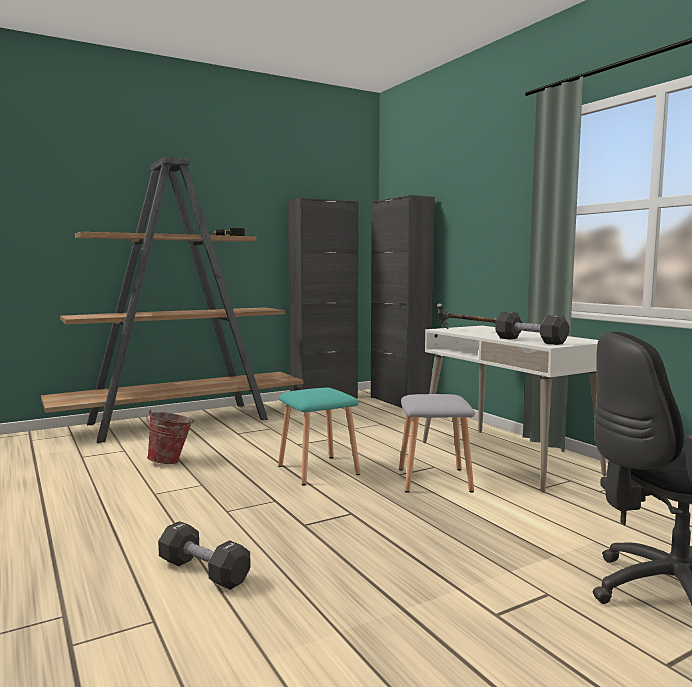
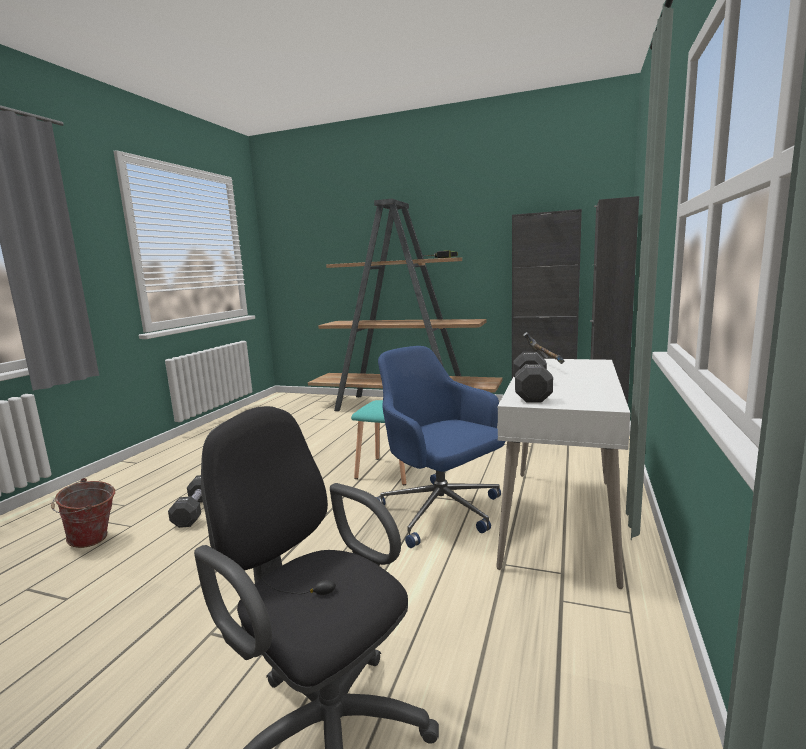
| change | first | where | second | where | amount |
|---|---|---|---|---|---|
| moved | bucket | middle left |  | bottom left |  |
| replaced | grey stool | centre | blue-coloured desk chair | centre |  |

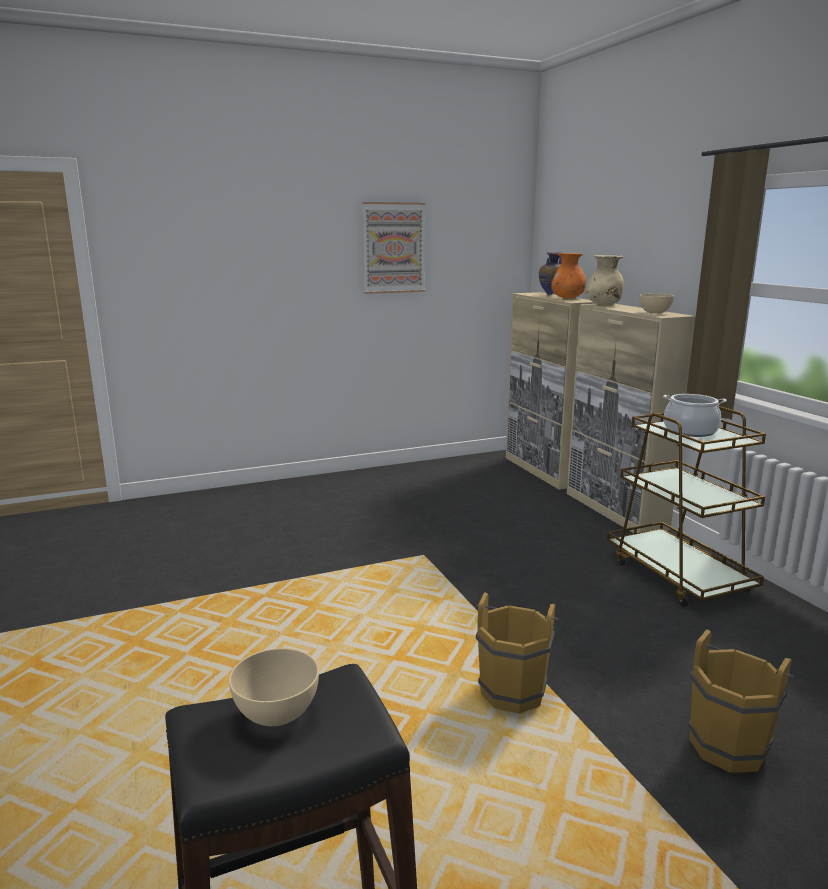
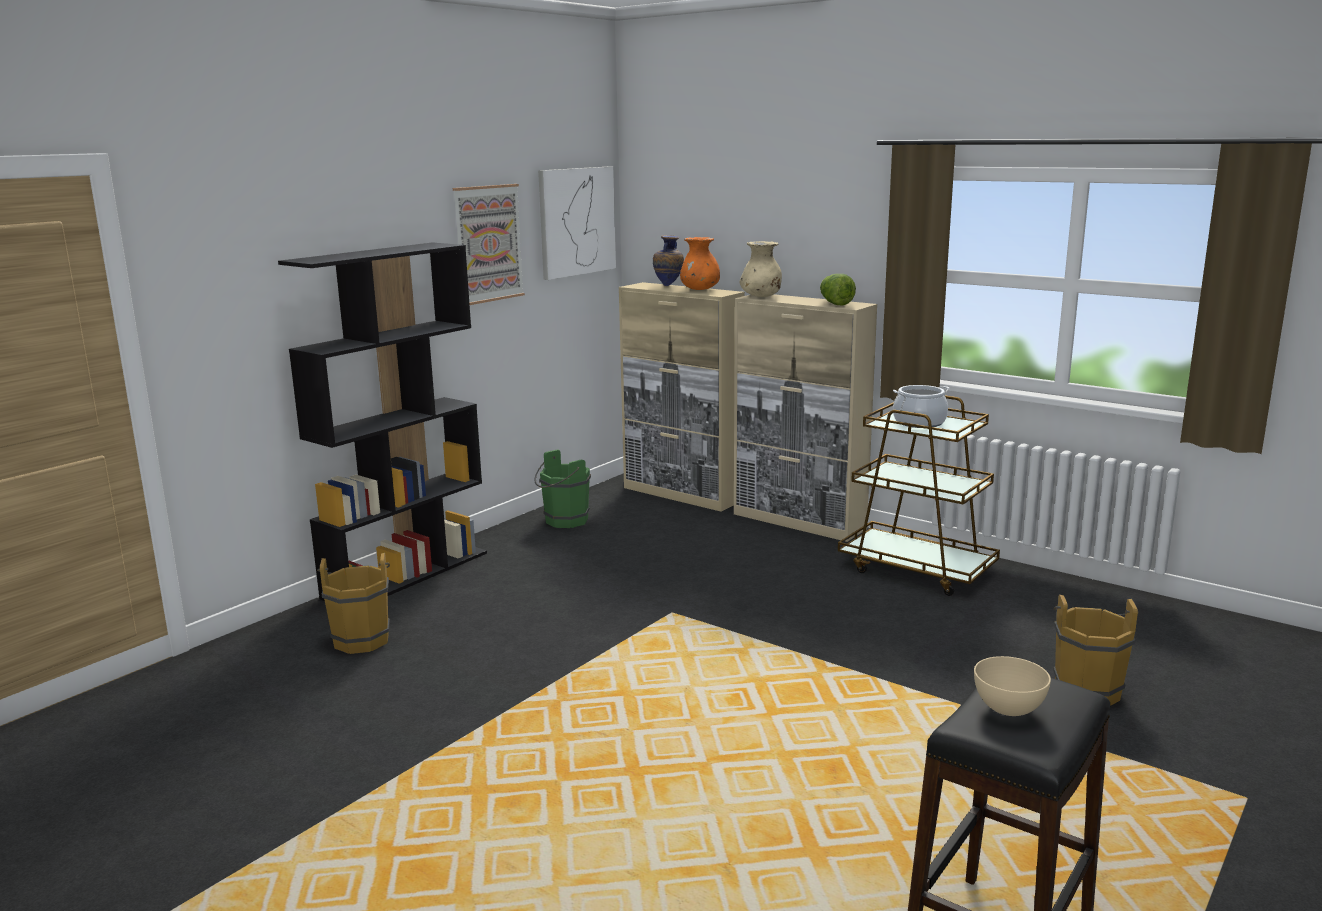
| change | first | where | second | where | amount |
|---|---|---|---|---|---|
| moved | brown bucket (1st from left) | bottom centre |  | middle left |  |
| replaced | beige bowl (2nd from left) | middle right | head of lettuce | top centre |  |
| added |  |  | black bookcase | middle left |  |
| added |  |  | greenish bucket | centre |  |
| added |  |  | picture (2nd from left) | top centre |  |

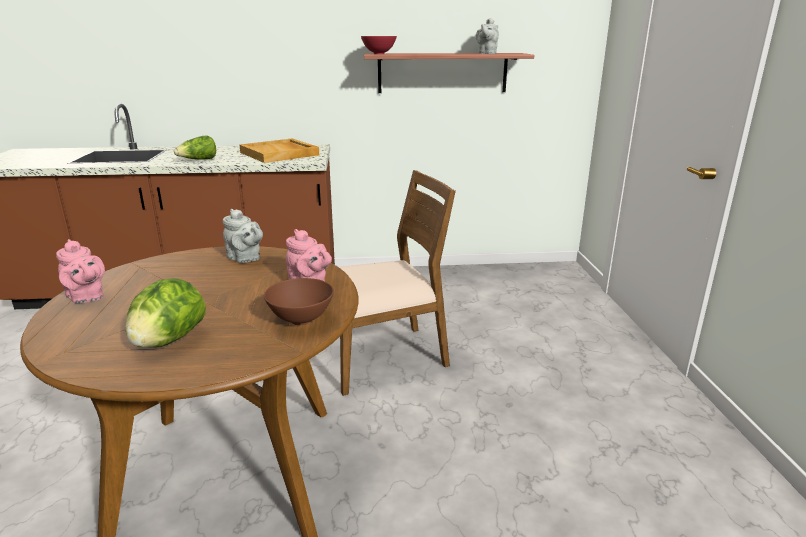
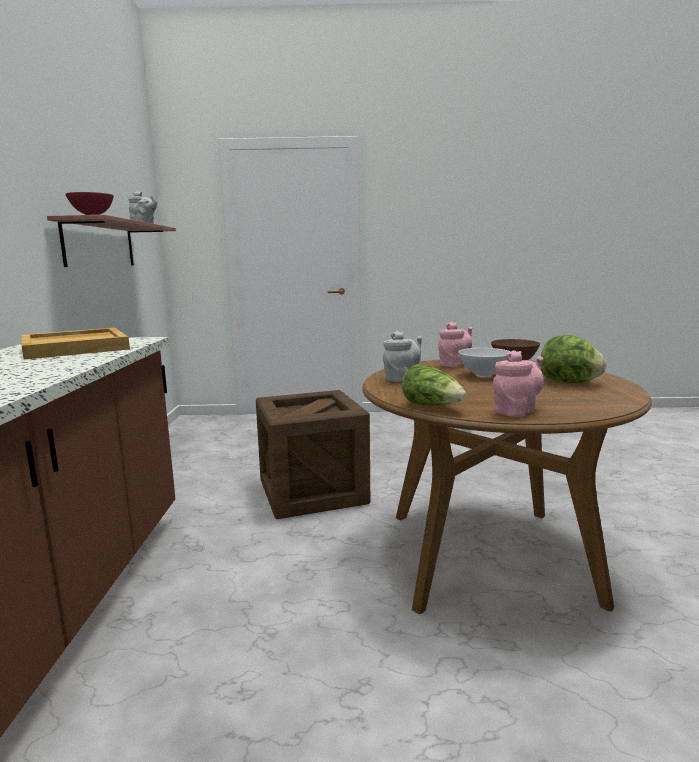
| change | first | where | second | where | amount |
|---|---|---|---|---|---|
| moved | head of lettuce (2nd from left in the first image) | top left | head of lettuce (1st from left) | centre |  |
| replaced | brown plain chair | centre | packing crate | centre |  |
| added |  |  | white-coloured bowl | middle right |  |

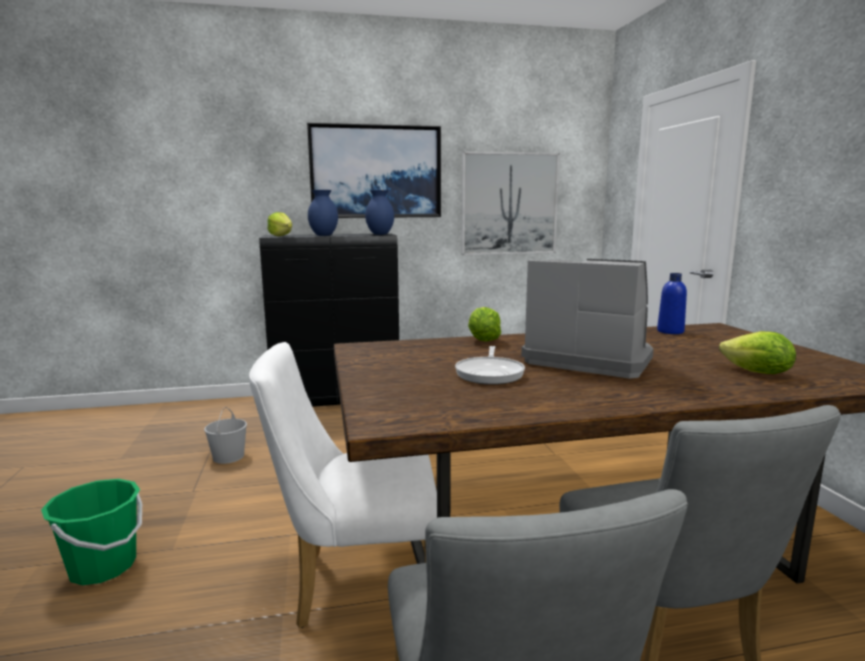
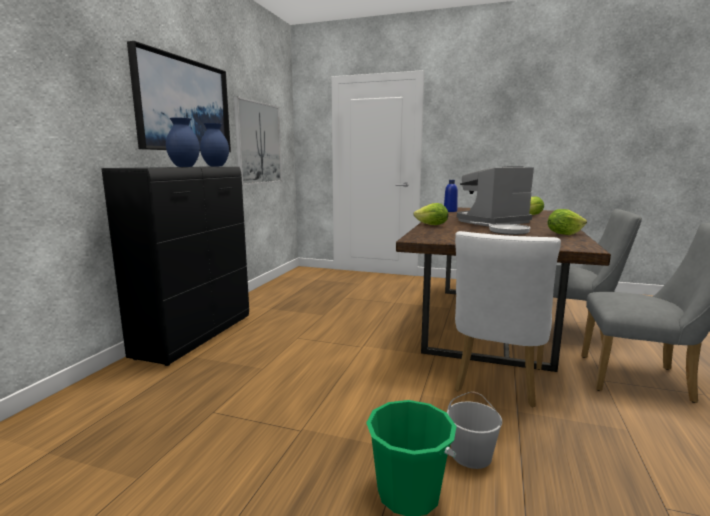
| change | first | where | second | where | amount |
|---|---|---|---|---|---|
| moved | white-coloured bucket | middle left |  | bottom right |  |
| moved | head of lettuce (1st from left in the first image) | middle left | head of lettuce (3rd from left) | middle right |  |

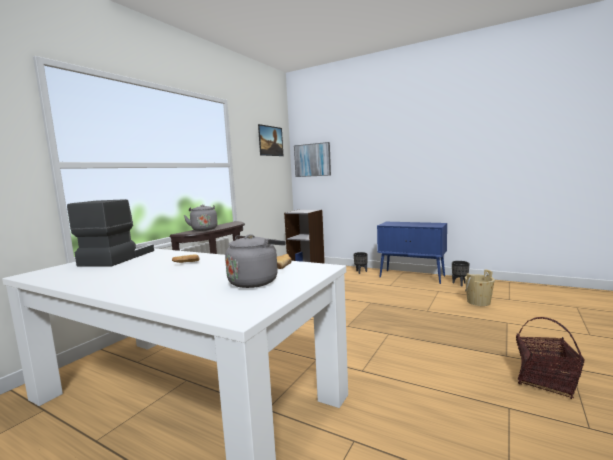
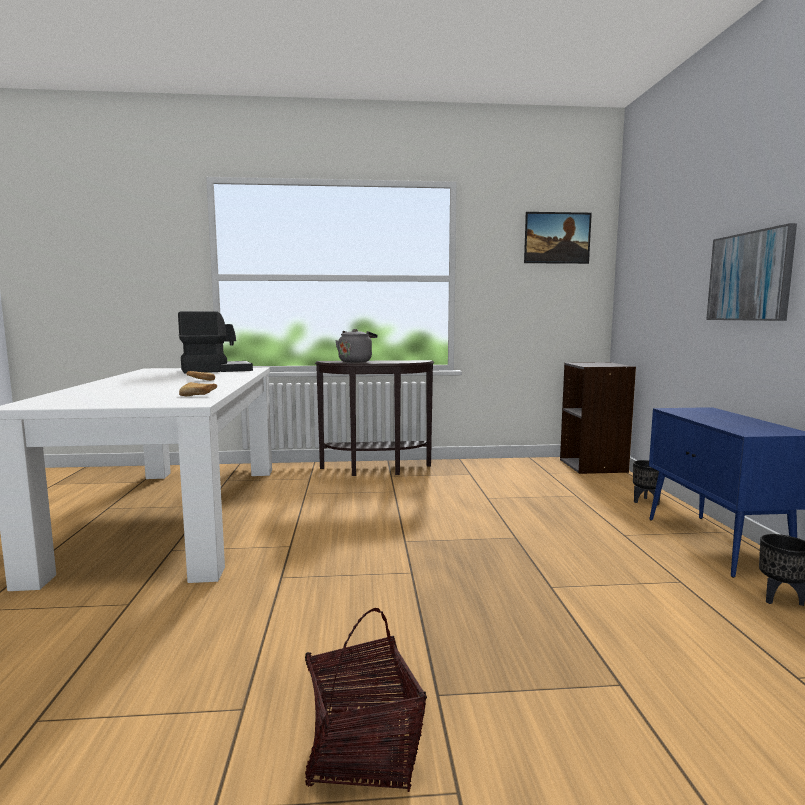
| change | first | where | second | where | amount |
|---|---|---|---|---|---|
| removed | grey water kettle (2nd from left) | centre |  |  |  |
| moved | picture (2nd from left) | centre |  | middle right |  |
| removed | beige bucket | middle right |  |  |  |

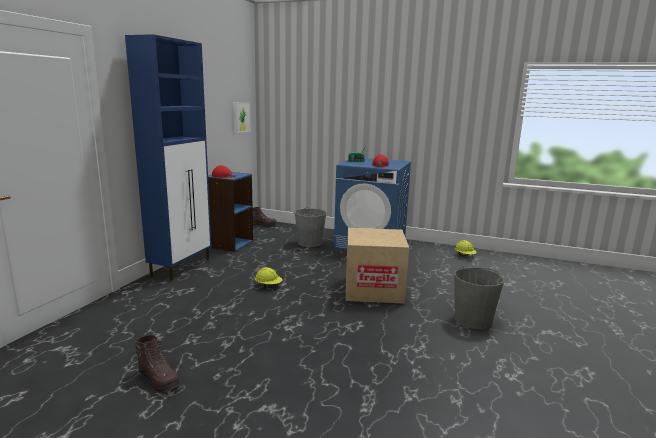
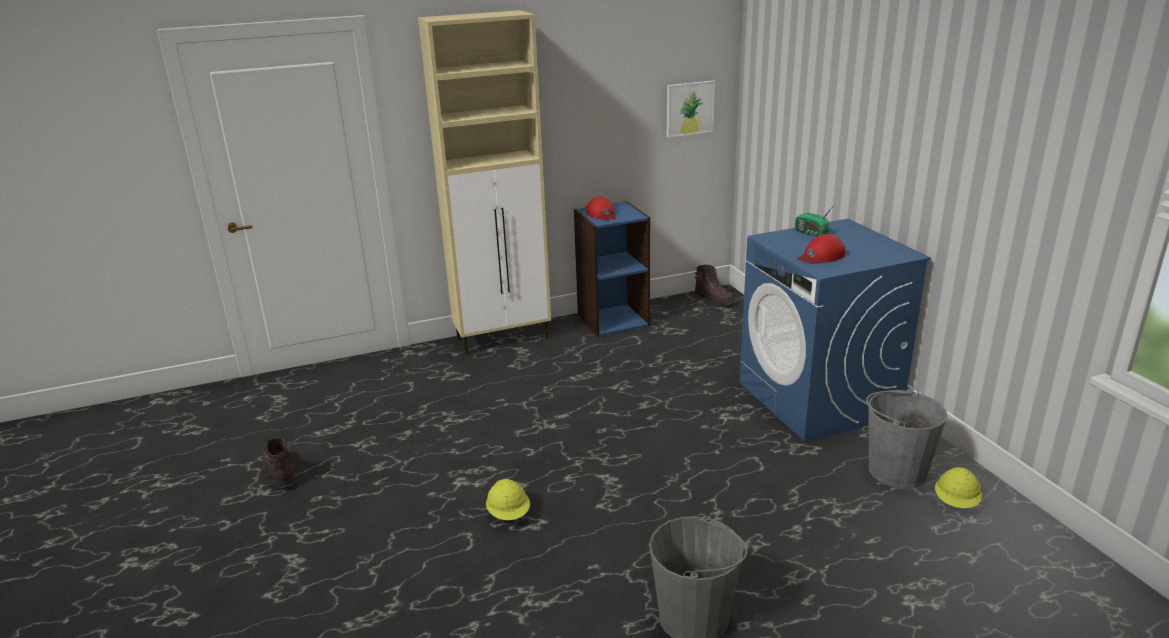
| change | first | where | second | where | amount |
|---|---|---|---|---|---|
| recoloured | blue-coloured storage cabinet | middle left | beige storage cabinet | top centre |  |
| turned | brown high-top boot (1st from left) | bottom left |  | bottom left | 150 degrees clockwise |
| moved | yellowish safety helmet (1st from left) | centre |  | bottom centre |  |
| moved | grey bucket (1st from left in the first image) | centre | grey bucket (2nd from left) | bottom right |  |
| removed | packing box | centre |  |  |  |

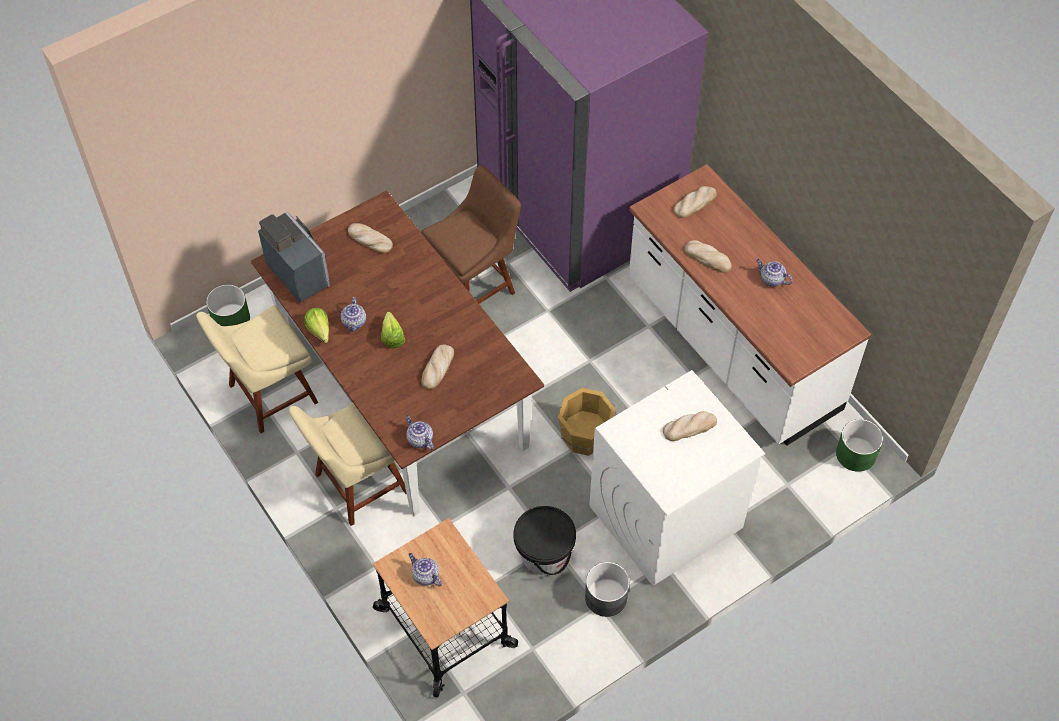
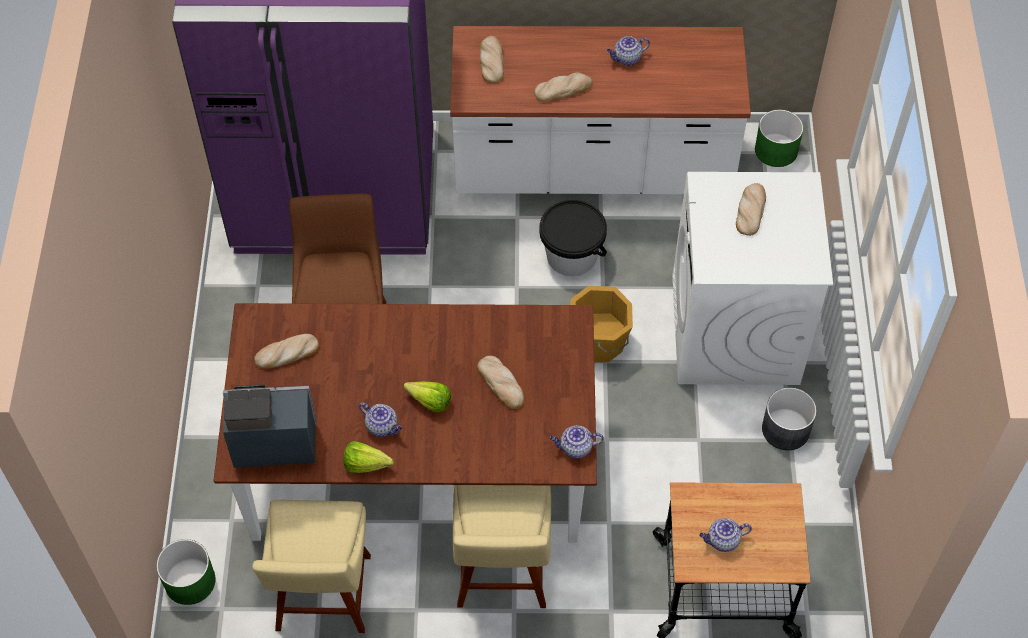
| change | first | where | second | where | amount |
|---|---|---|---|---|---|
| moved | black bucket | bottom centre |  | centre |  |

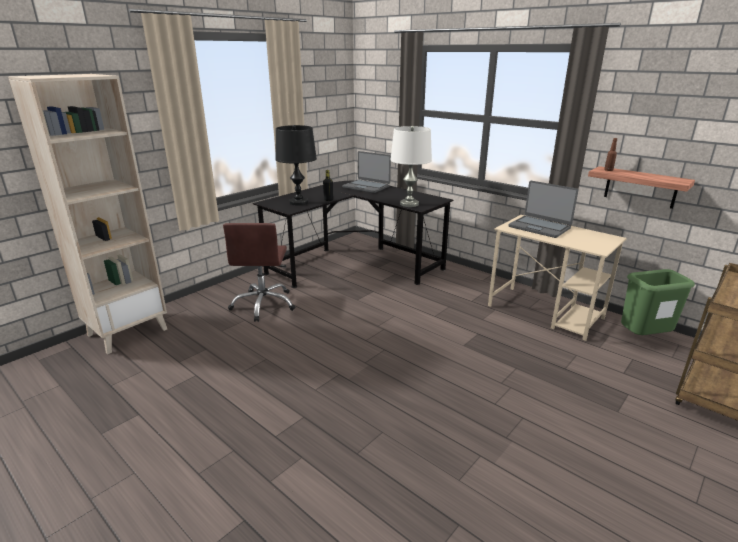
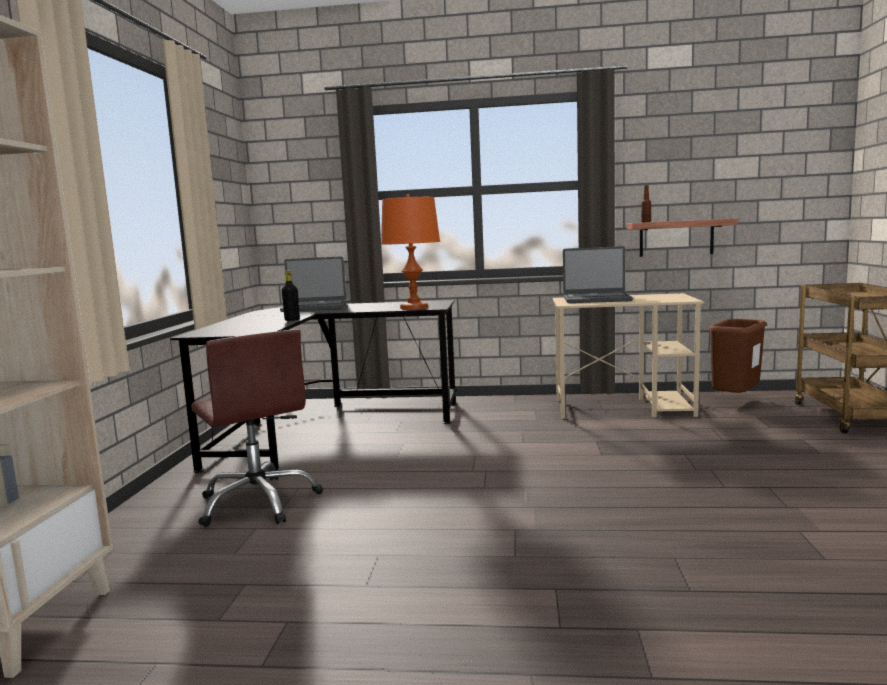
| change | first | where | second | where | amount |
|---|---|---|---|---|---|
| removed | black tabletop lamp | top centre |  |  |  |
| recoloured | white-coloured tabletop lamp | top centre | orangey tabletop lamp | centre |  |
| recoloured | greenish trash can | middle right | brown trash can | middle right |  |

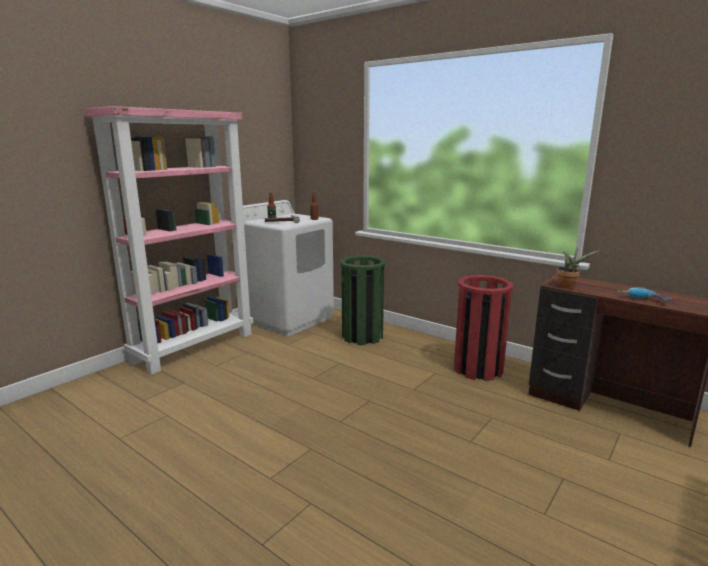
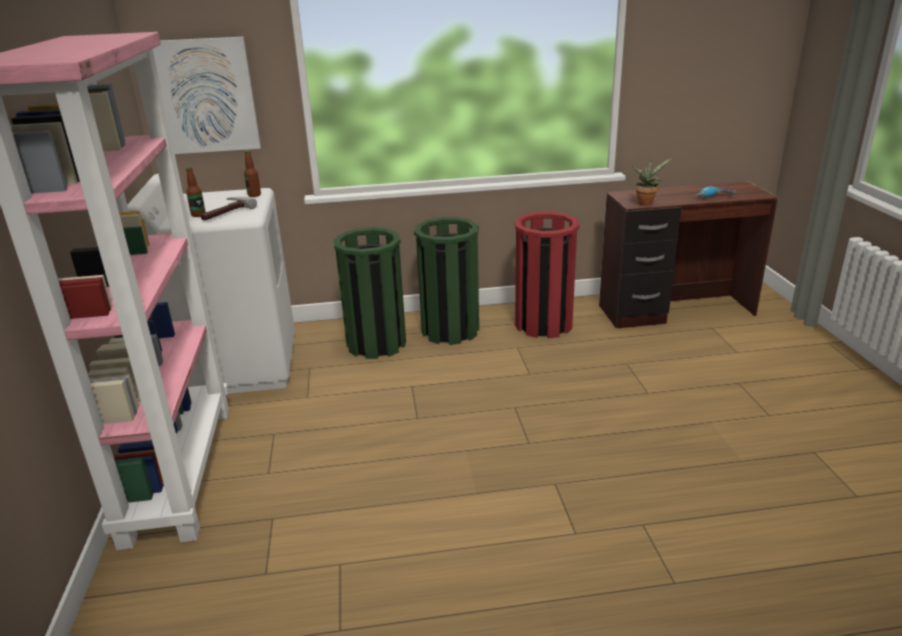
| change | first | where | second | where | amount |
|---|---|---|---|---|---|
| added |  |  | picture | top left |  |
| added |  |  | greenish trash can (2nd from left) | centre |  |

